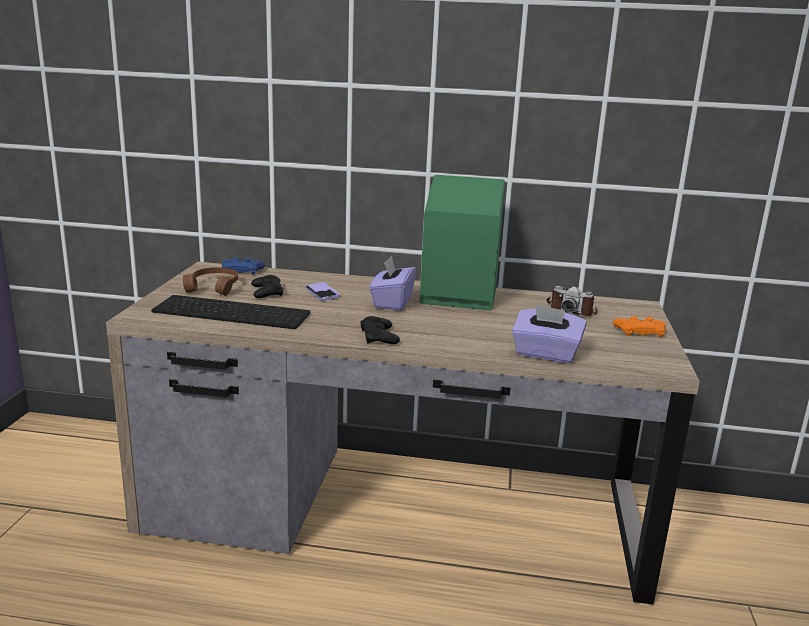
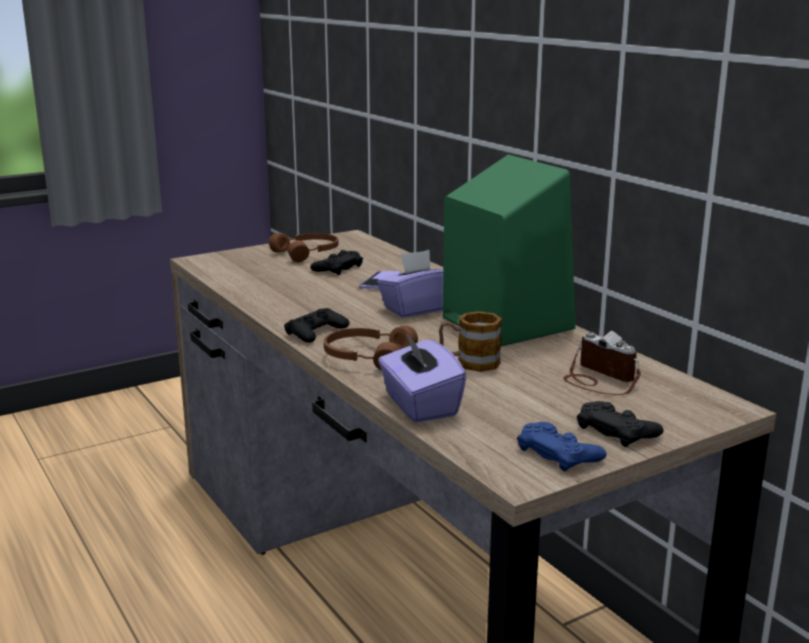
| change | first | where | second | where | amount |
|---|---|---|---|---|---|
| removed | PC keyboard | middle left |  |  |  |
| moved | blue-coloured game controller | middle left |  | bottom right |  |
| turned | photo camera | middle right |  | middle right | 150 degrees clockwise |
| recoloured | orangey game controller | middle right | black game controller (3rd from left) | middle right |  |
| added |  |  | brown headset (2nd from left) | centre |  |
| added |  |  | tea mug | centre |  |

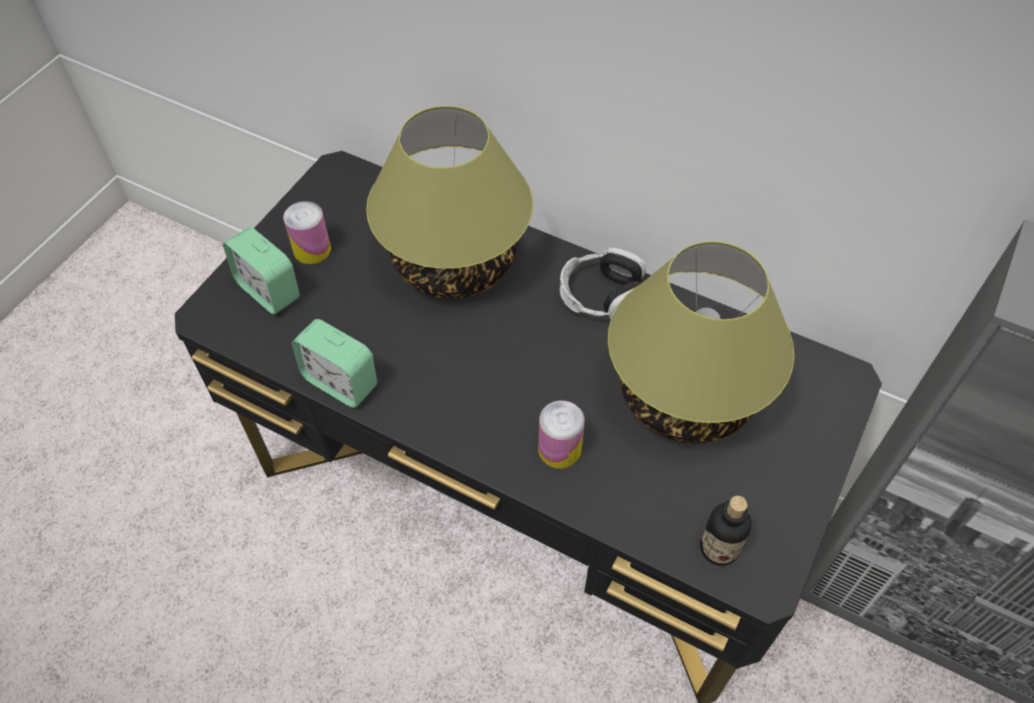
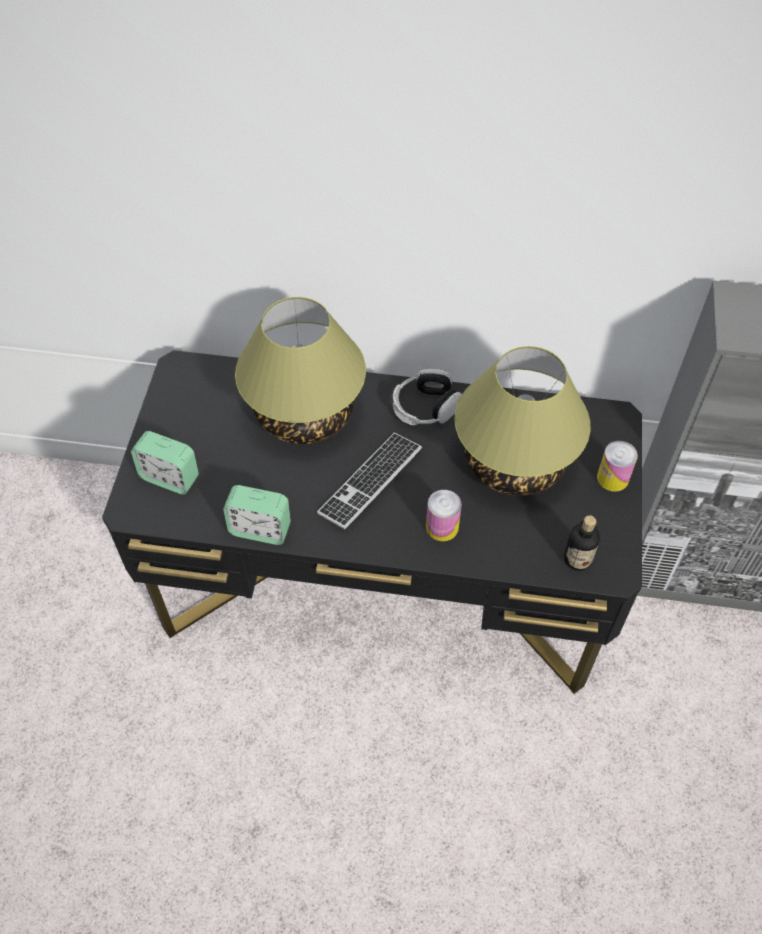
| change | first | where | second | where | amount |
|---|---|---|---|---|---|
| moved | metal can (1st from left in the first image) | top left | metal can (2nd from left) | middle right |  |
| added |  |  | PC keyboard | centre |  |

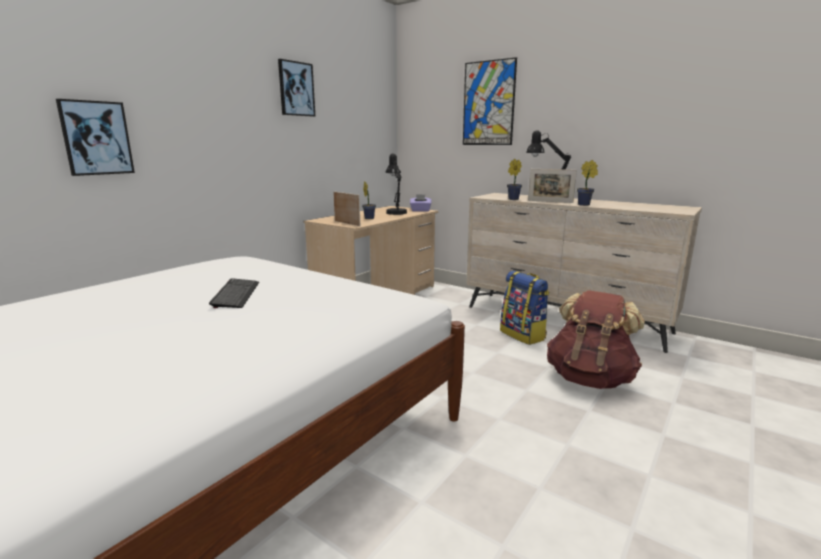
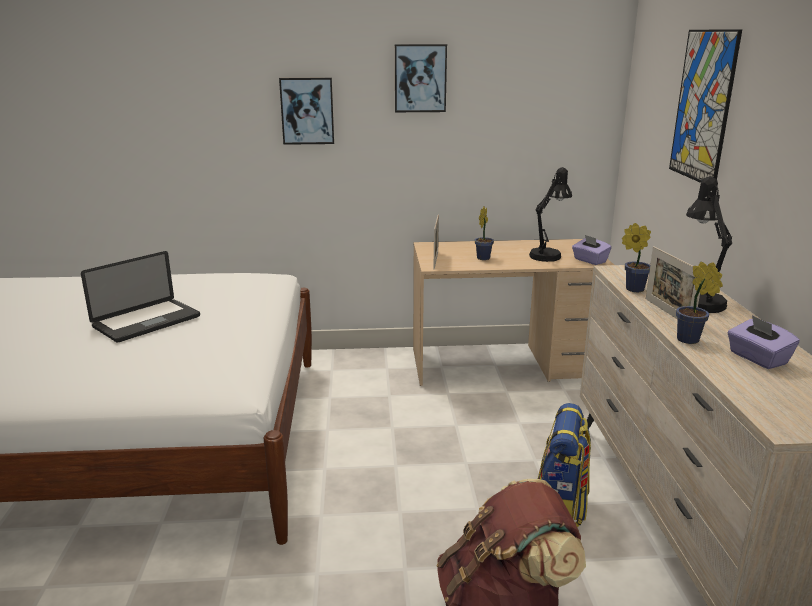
| change | first | where | second | where | amount |
|---|---|---|---|---|---|
| moved | picture (1st from left) | top left |  | top centre |  |
| replaced | PC keyboard | middle left | laptop | middle left |  |
| added |  |  | purplish tissue box (2nd from left) | middle right |  |

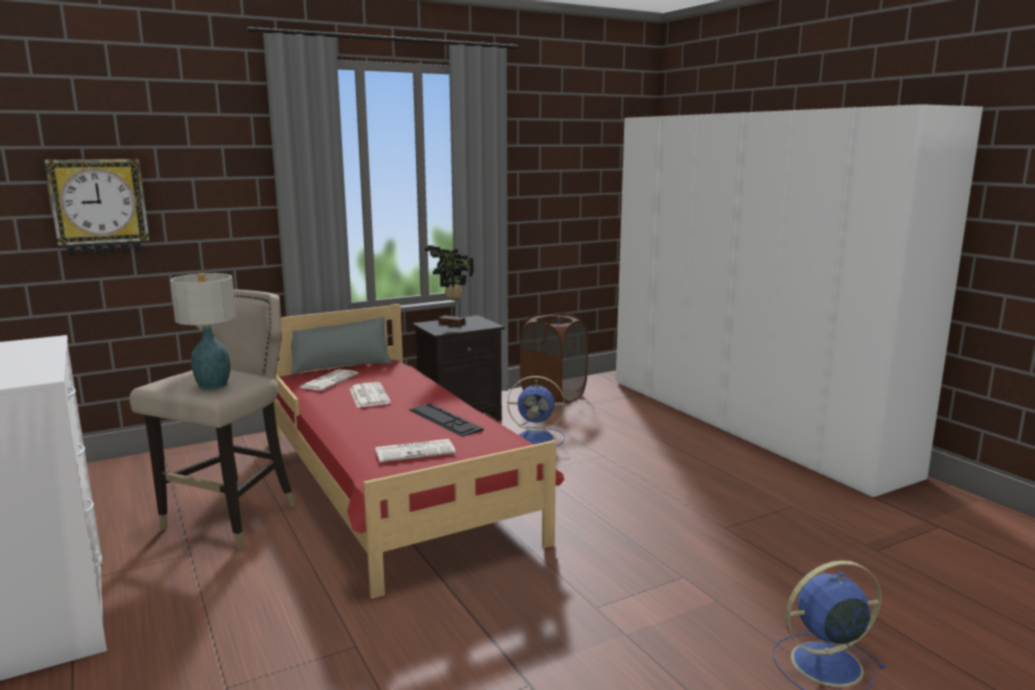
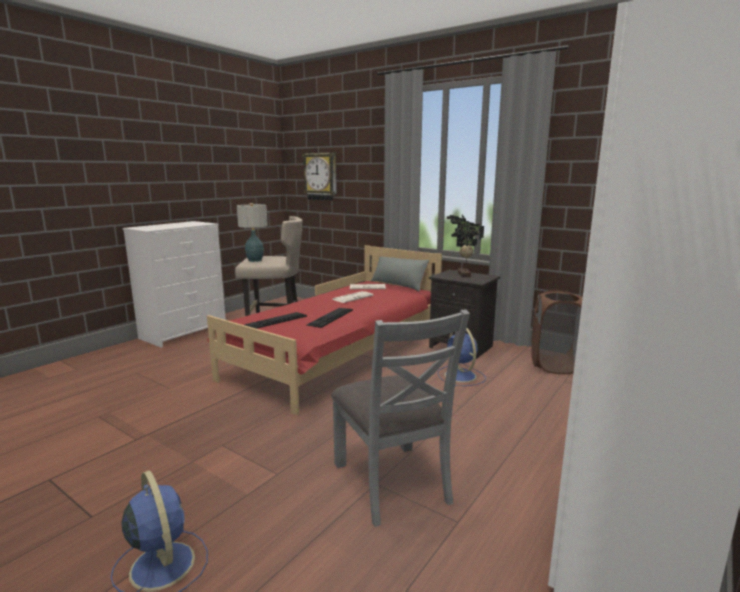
| change | first | where | second | where | amount |
|---|---|---|---|---|---|
| replaced | printed paper (3rd from left) | centre | PC keyboard (1st from left) | centre |  |
| added |  |  | grey plain chair | bottom centre |  |

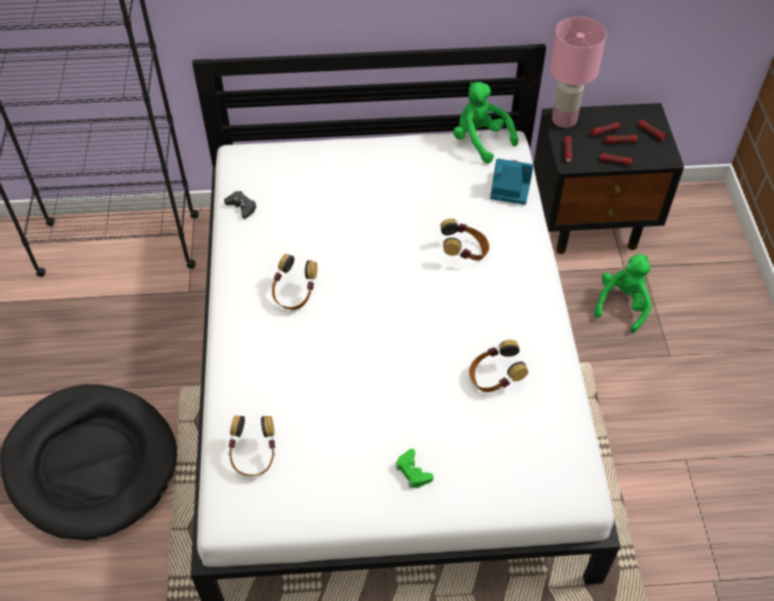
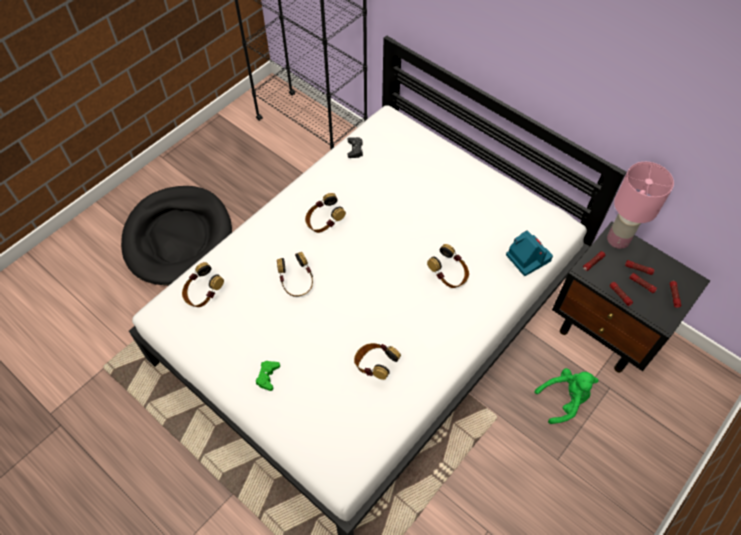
| change | first | where | second | where | amount |
|---|---|---|---|---|---|
| removed | greenish cuddly toy (1st from left) | top centre |  |  |  |
| added |  |  | headset (2nd from left) | centre |  |

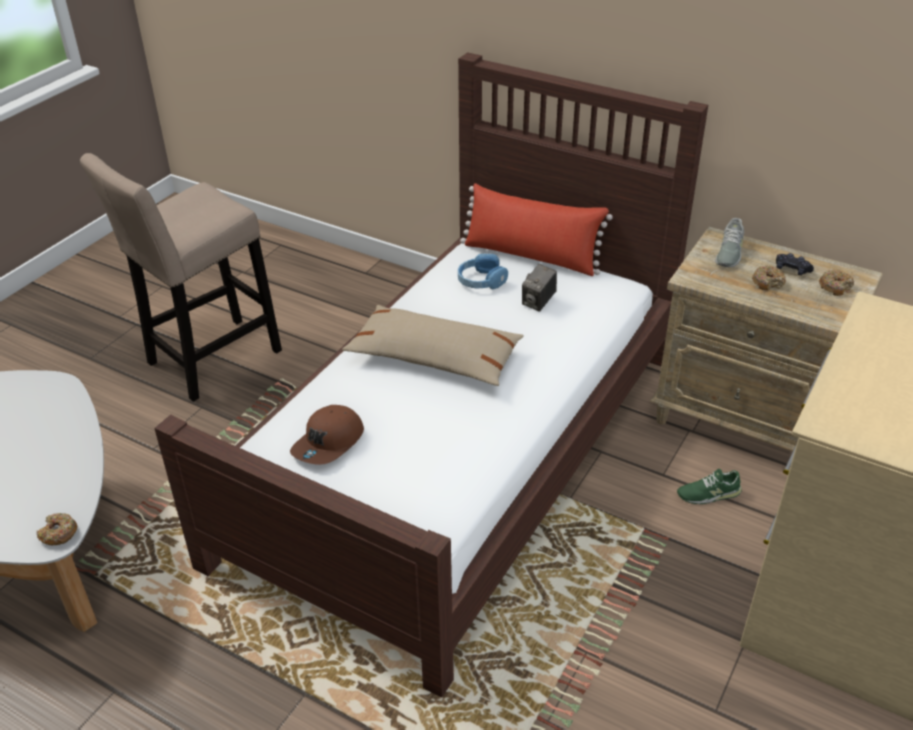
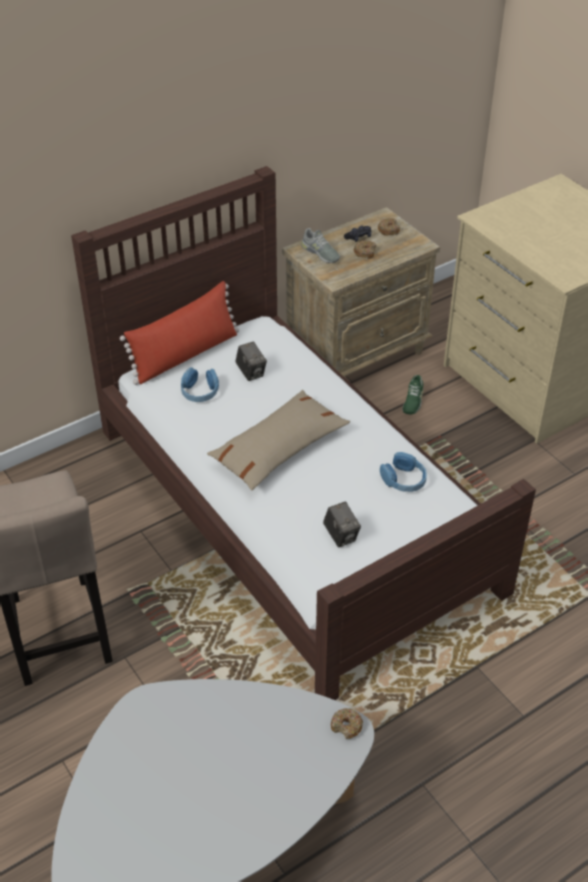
| change | first | where | second | where | amount |
|---|---|---|---|---|---|
| replaced | brown cap | centre | photo camera (2nd from left) | centre |  |
| added |  |  | blue-coloured headset (2nd from left) | middle right |  |

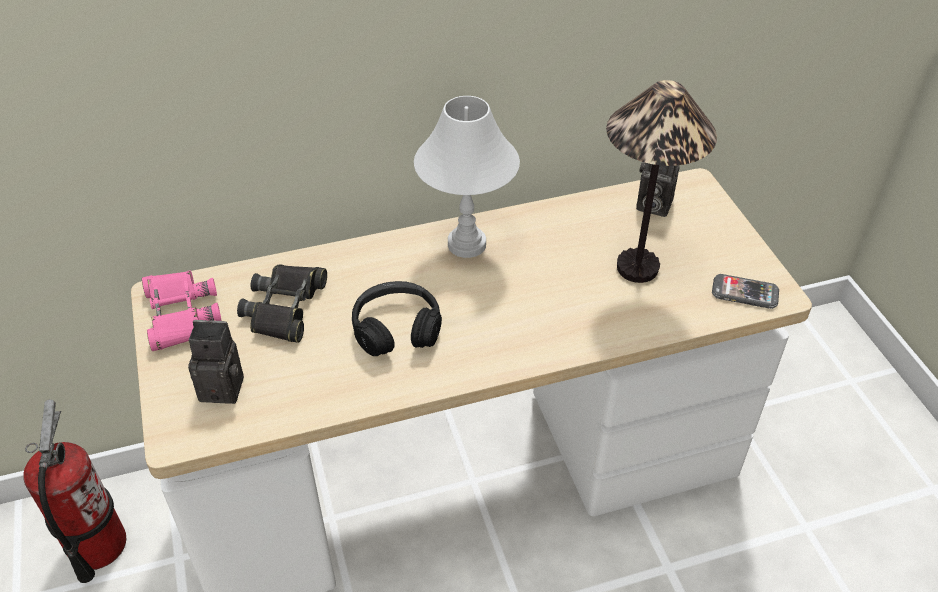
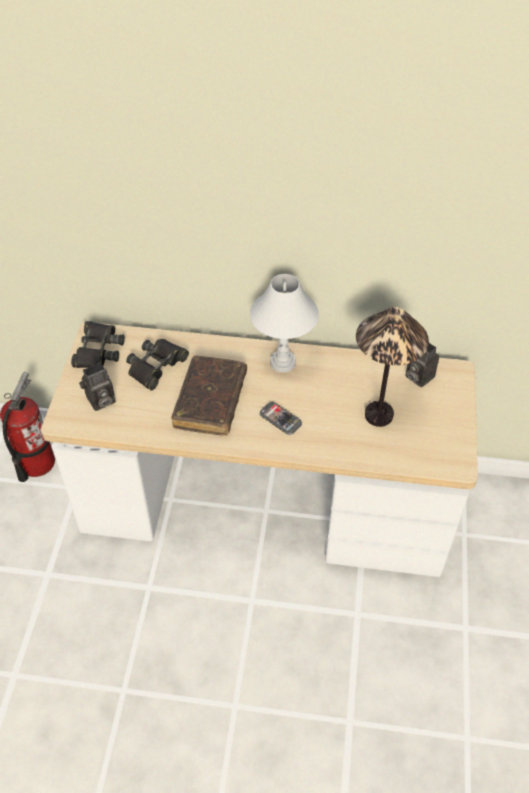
| change | first | where | second | where | amount |
|---|---|---|---|---|---|
| recoloured | pink-coloured field glasses | middle left | black field glasses (1st from left) | middle left |  |
| turned | photo camera (1st from left) | middle left |  | middle left | 120 degrees clockwise |
| replaced | black headset | centre | brown book | centre |  |
| moved | telephone | middle right |  | centre |  |

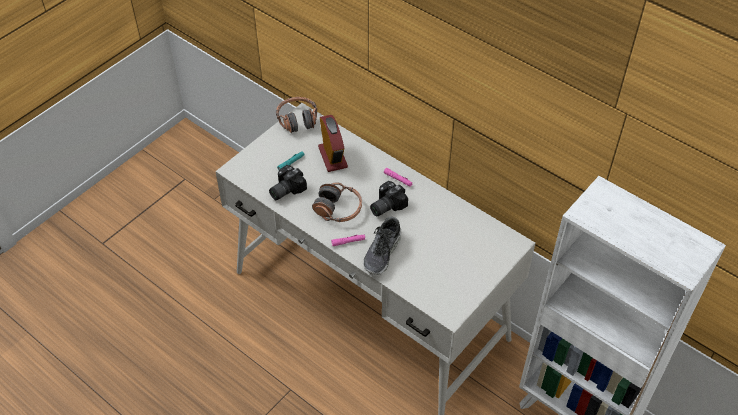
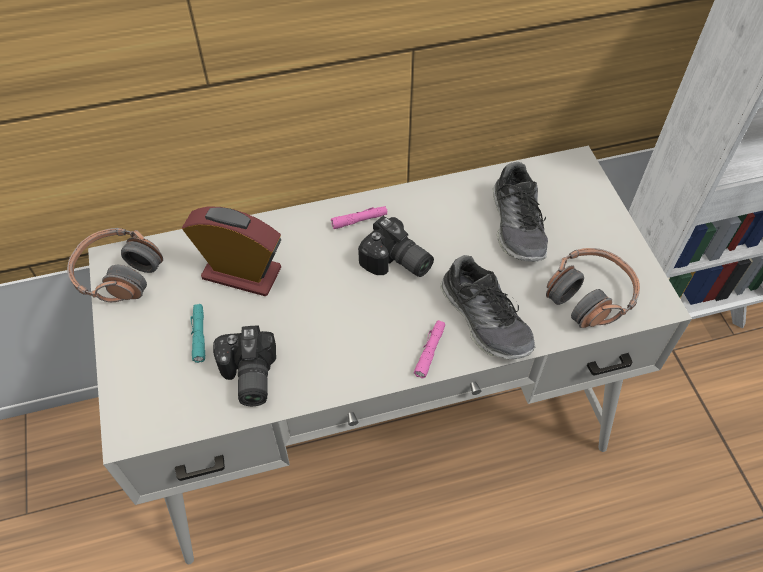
| change | first | where | second | where | amount |
|---|---|---|---|---|---|
| moved | headset (2nd from left) | centre |  | middle right |  |
| turned | photo camera (2nd from left) | centre |  | centre | 45 degrees counterclockwise |
| added |  |  | item of footwear (2nd from left) | middle right |  |

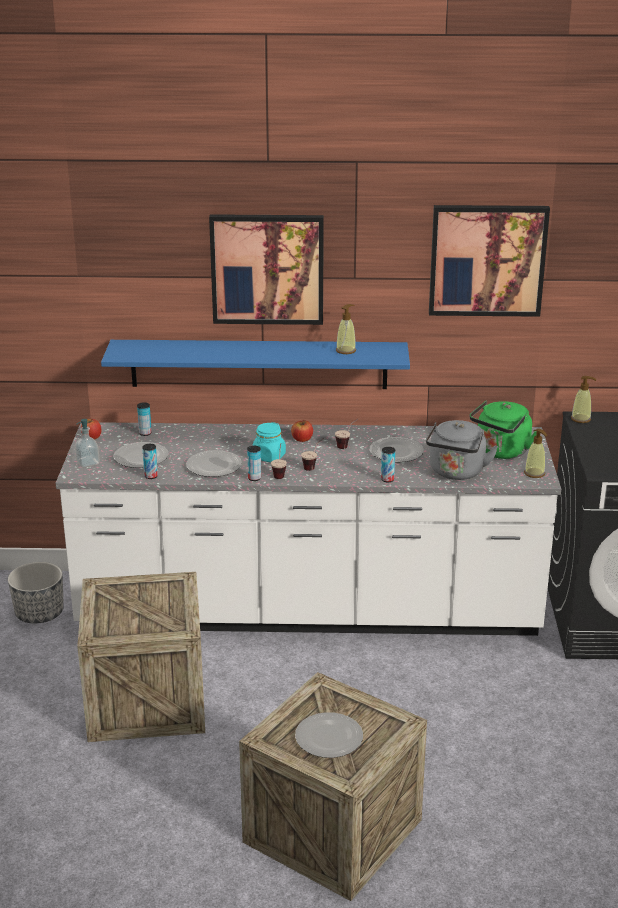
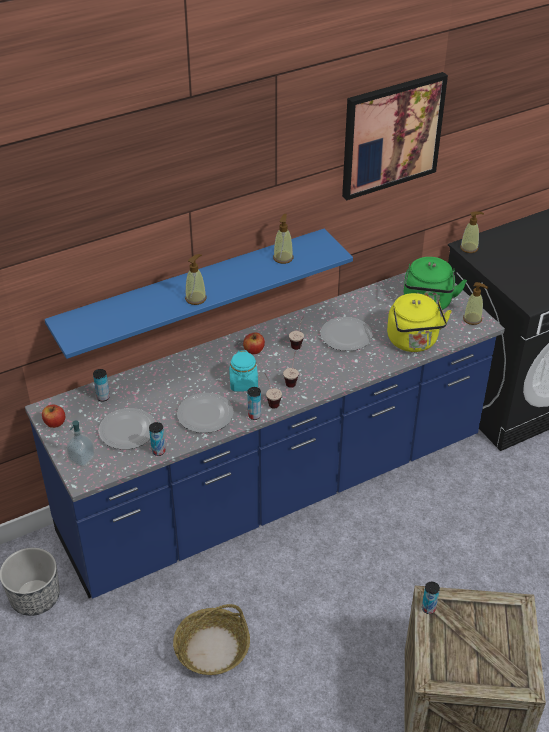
| change | first | where | second | where | amount |
|---|---|---|---|---|---|
| recoloured | white-coloured counter | centre | blue-coloured counter | centre |  |
| replaced | packing crate (1st from left) | bottom left | household basket | bottom centre |  |
| removed | picture (1st from left) | top centre |  |  |  |
| removed | flat dish (3rd from left) | bottom centre |  |  |  |
| moved | metal can (4th from left) | centre |  | bottom right |  |
| recoloured | grey water kettle | middle right | yellowish water kettle | middle right |  |
| added |  |  | soap bottle (2nd from left) | centre |  |

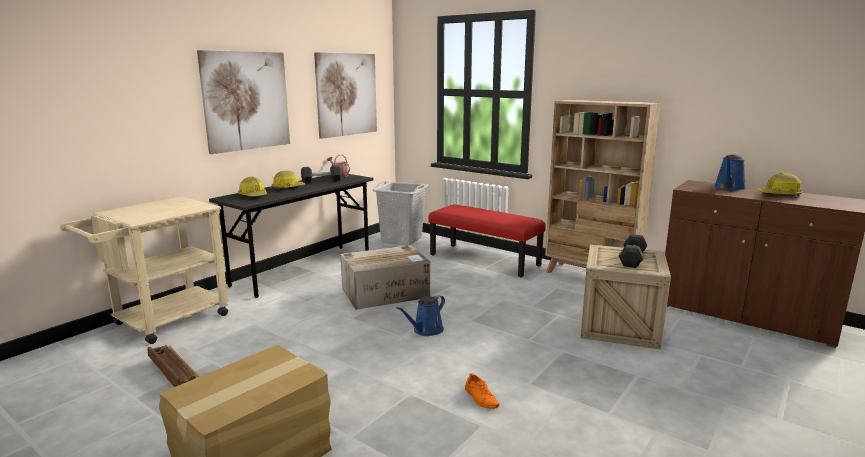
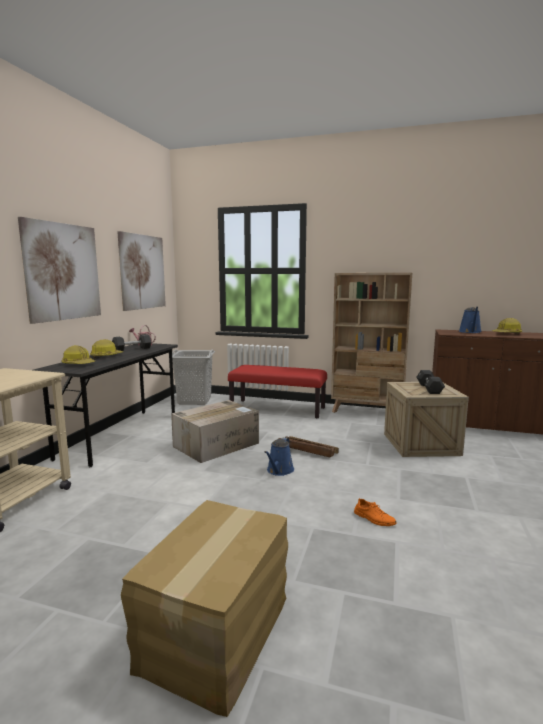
| change | first | where | second | where | amount |
|---|---|---|---|---|---|
| moved | packing crate (1st from left) | bottom left |  | centre |  |

